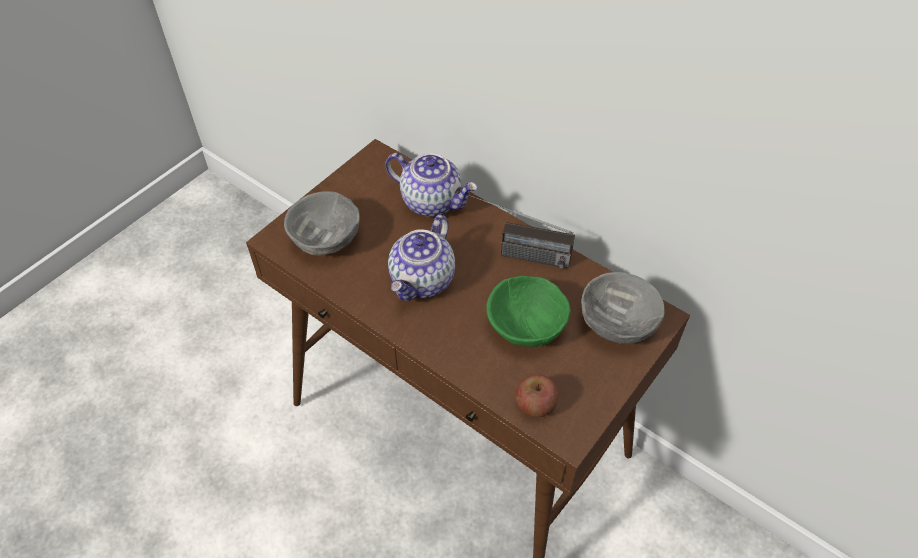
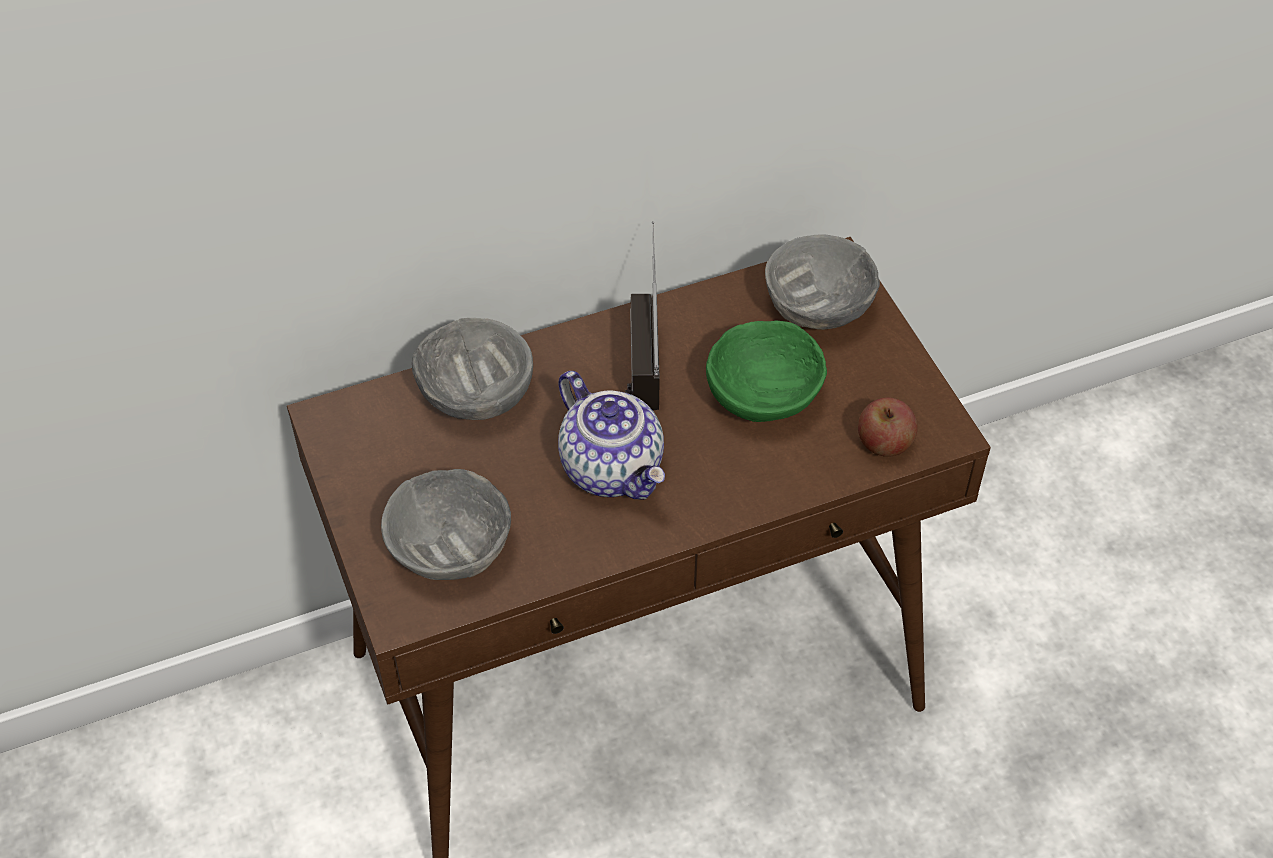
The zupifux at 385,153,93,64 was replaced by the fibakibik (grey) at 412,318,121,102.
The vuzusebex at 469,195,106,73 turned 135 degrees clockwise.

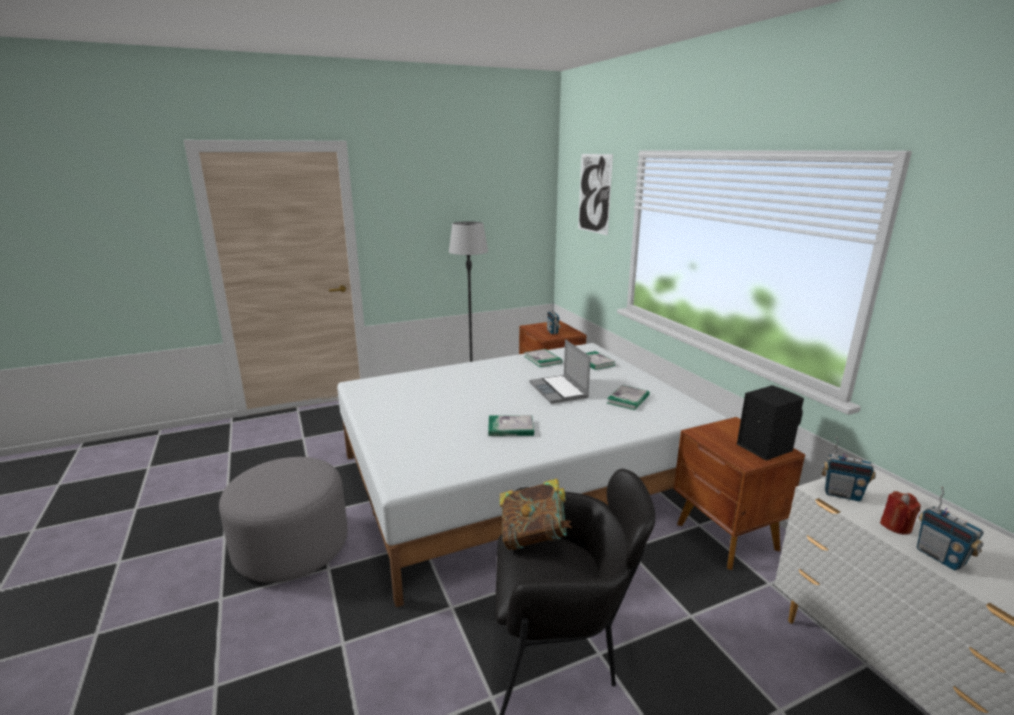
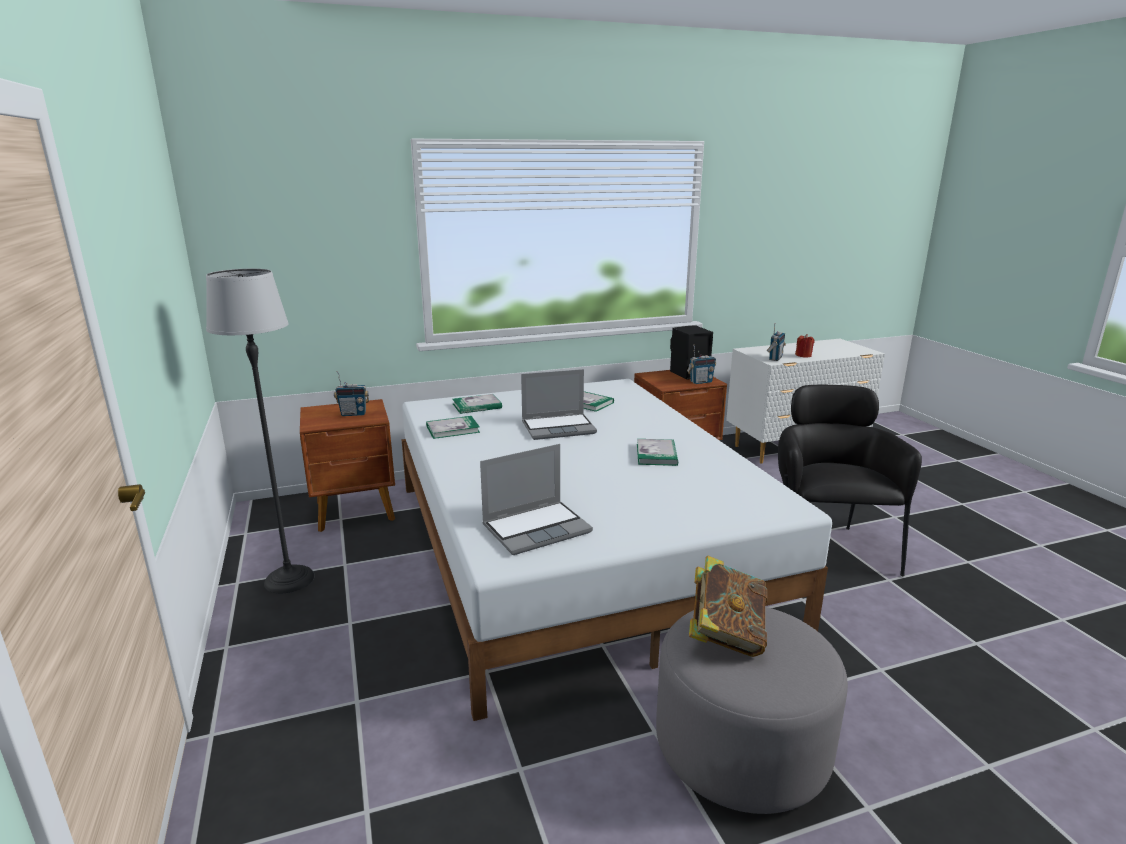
The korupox at 578,154,35,81 disappeared.
The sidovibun at 480,444,113,111 appeared.
The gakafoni moved from 500,478,72,72 to 689,556,78,101.
The vuzusebex moved from 917,487,67,83 to 687,345,29,39.

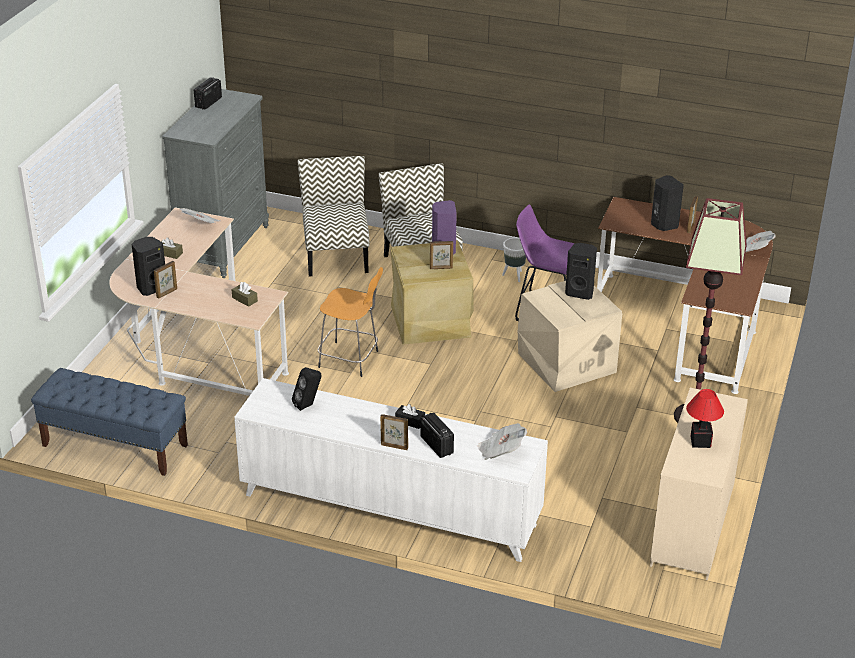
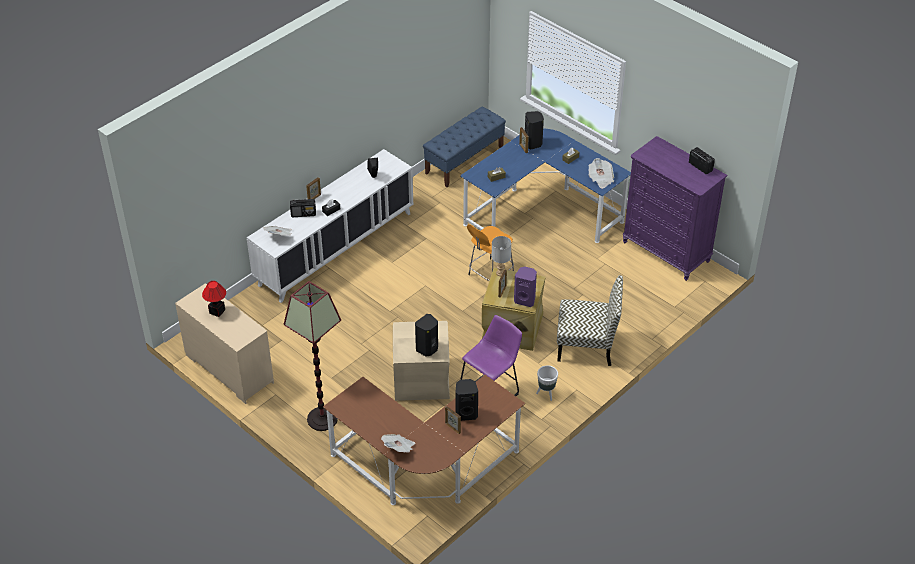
The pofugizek at 298,156,71,121 disappeared.
The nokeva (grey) at 492,236,19,40 appeared.
The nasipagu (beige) at 109,208,180,188 became the nasipagu (blue) at 460,129,171,114.
The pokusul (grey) at 162,89,107,189 became the pokusul (purple) at 623,136,104,145.

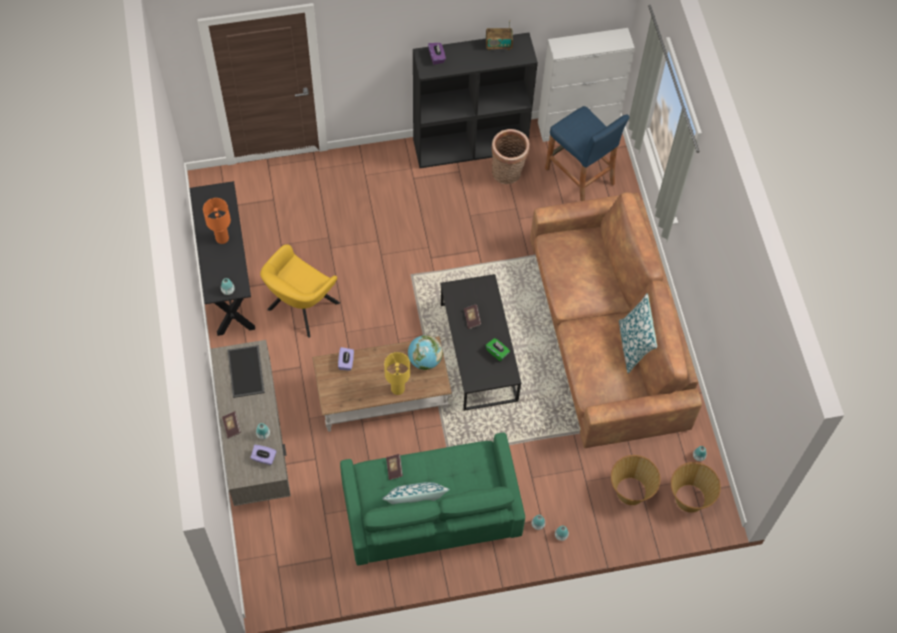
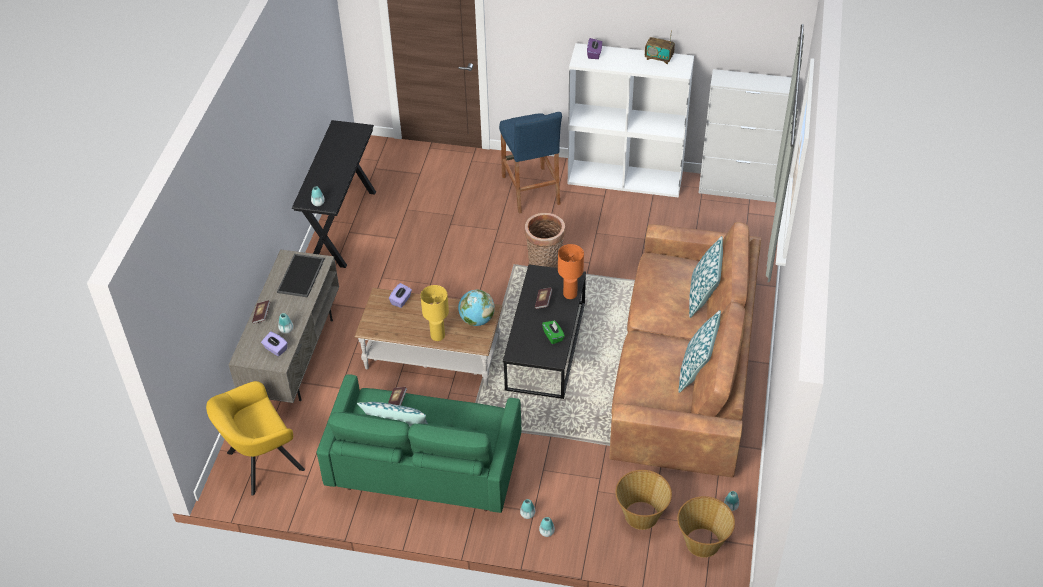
The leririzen at 689,236,34,82 appeared.
The nokeva (orange) moved from 203,198,28,46 to 558,244,26,55.
The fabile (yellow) moved from 260,244,80,94 to 206,381,99,115.
The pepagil moved from 491,129,39,55 to 525,213,40,55.
The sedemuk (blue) moved from 545,106,84,95 to 499,112,63,102.
The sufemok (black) at 413,32,125,136 became the sufemok (white) at 568,43,126,155.

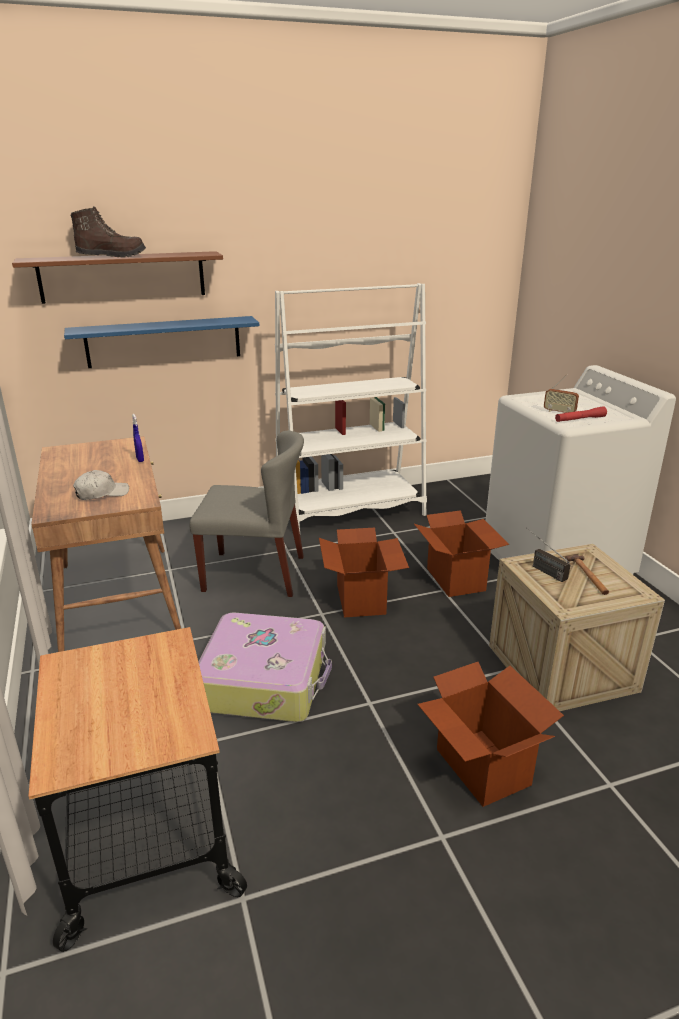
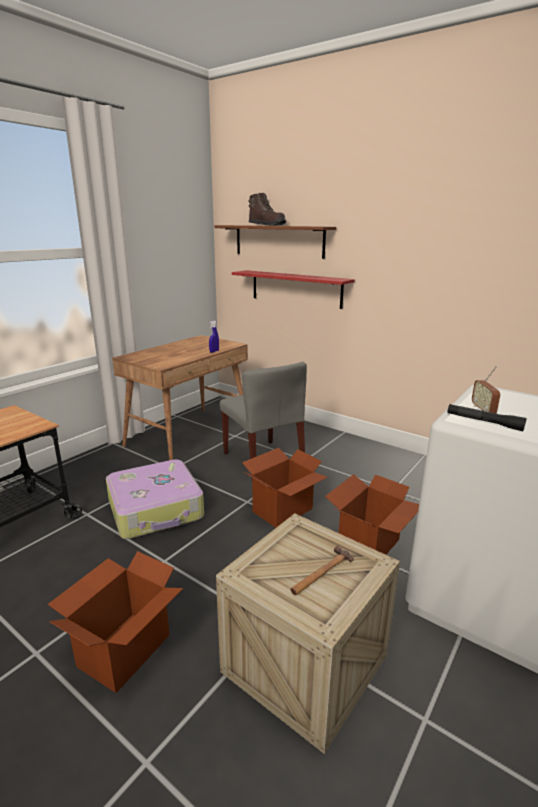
The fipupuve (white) at 73,470,56,30 disappeared.
The sufemok (white) at 275,283,152,249 disappeared.
The vuzusebex at 526,528,45,54 disappeared.
The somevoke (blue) at 64,316,195,52 became the somevoke (red) at 232,270,122,39.
The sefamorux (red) at 555,406,52,16 became the sefamorux (black) at 447,404,80,27.

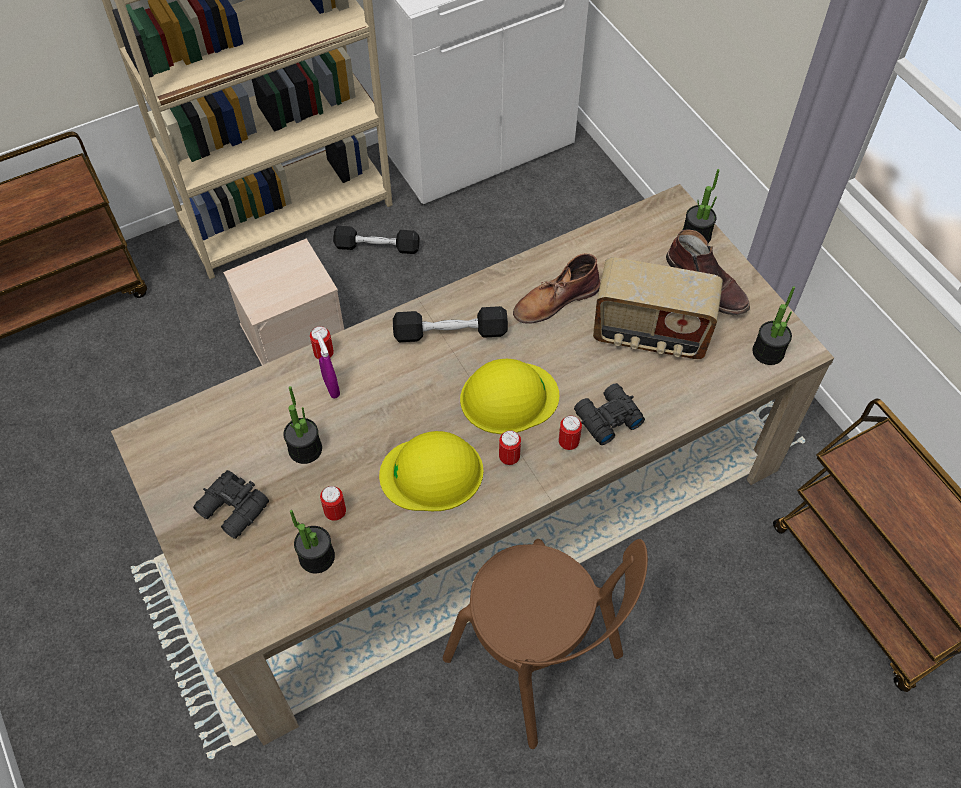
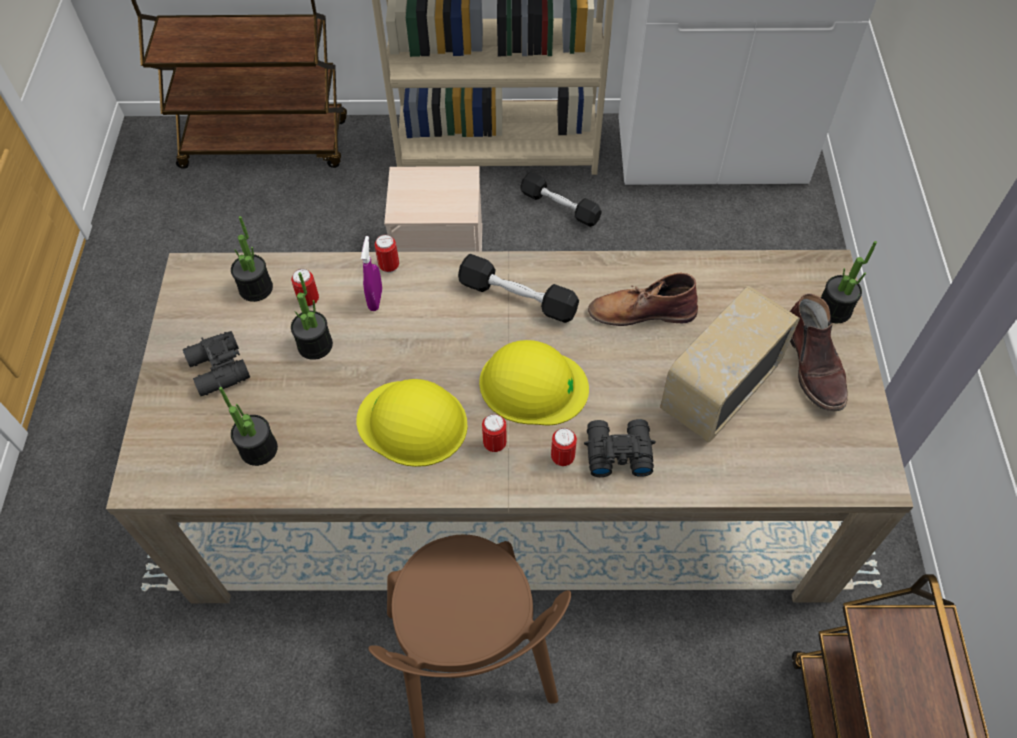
The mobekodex moved from 320,486,26,35 to 291,269,28,38.
The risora moved from 752,286,43,79 to 231,216,42,86.
The vuzusebex at 593,257,130,102 turned 90 degrees clockwise.

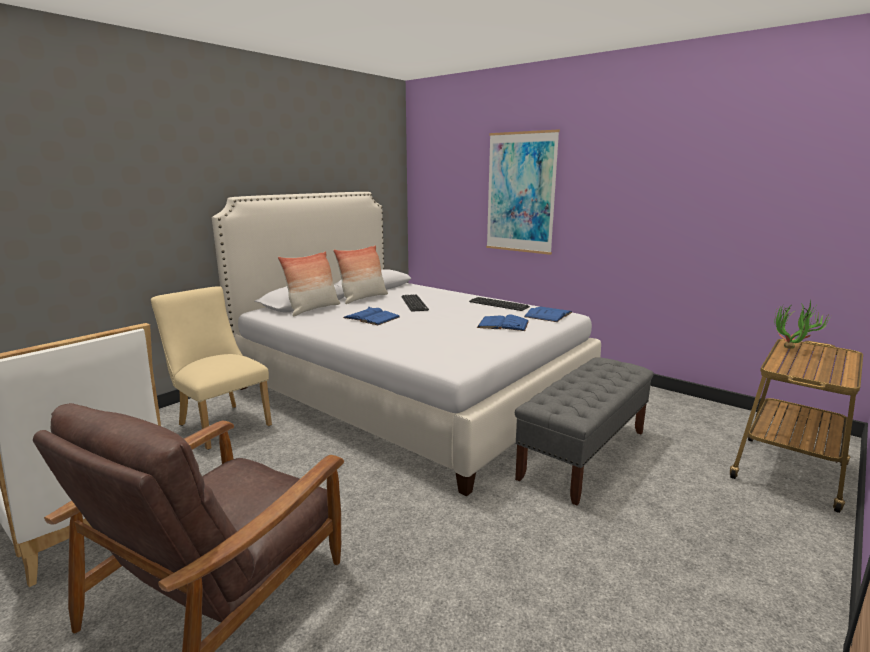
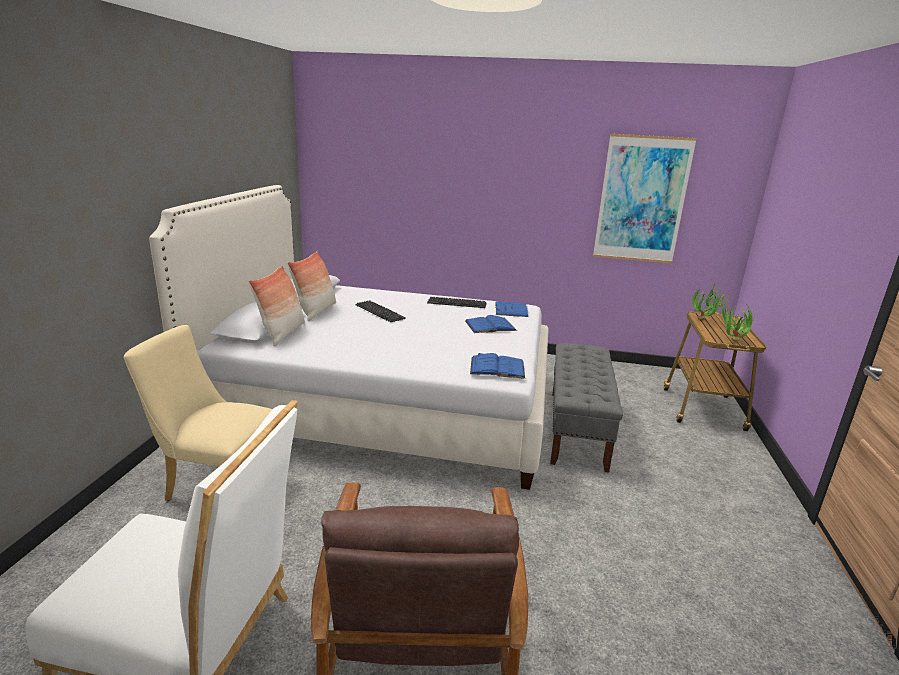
The risora at 719,303,35,39 appeared.
The gakafoni (blue) moved from 343,307,57,18 to 470,353,55,26.
The korupox moved from 486,130,74,125 to 593,134,104,129.

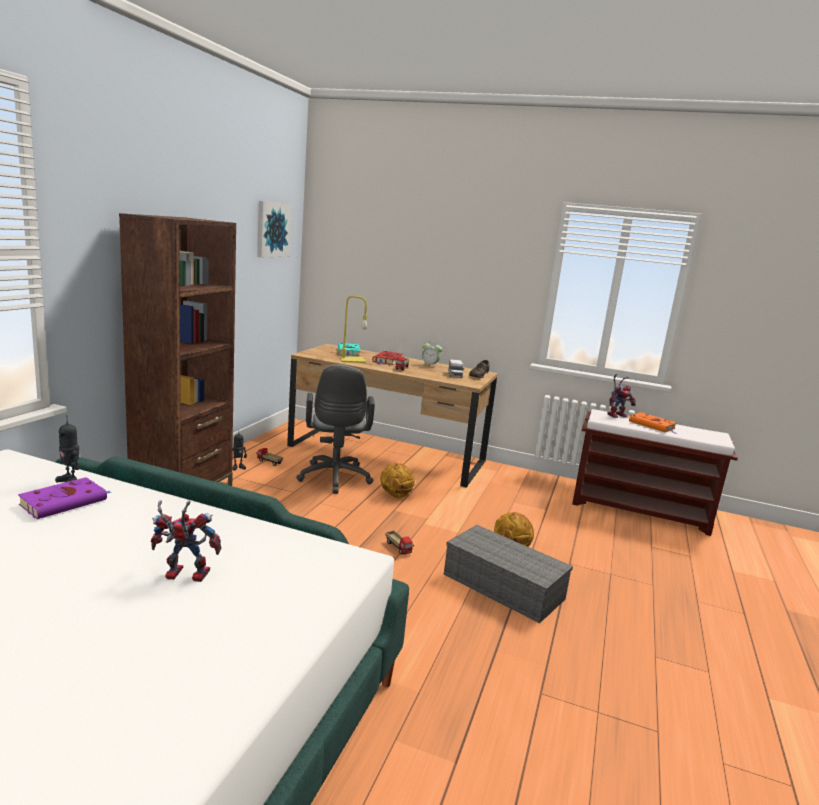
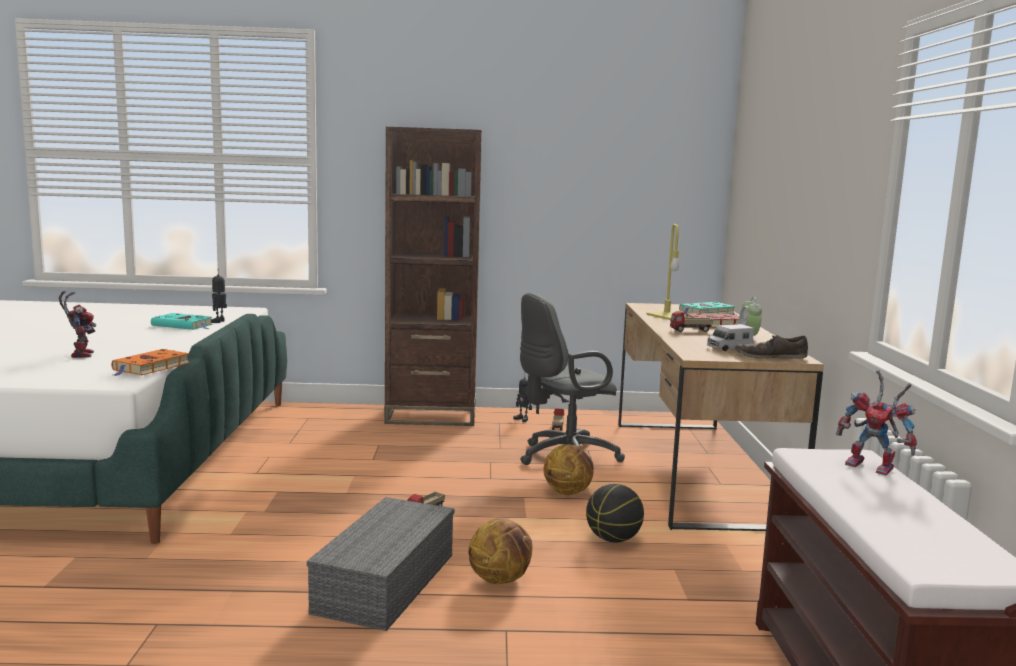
The korupox at 257,201,34,56 disappeared.
The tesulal at 586,484,58,58 appeared.
The gakafoni (orange) moved from 629,412,47,22 to 111,349,79,27.
The gakafoni (purple) at 18,477,93,42 became the gakafoni (turquoise) at 151,313,62,17.

